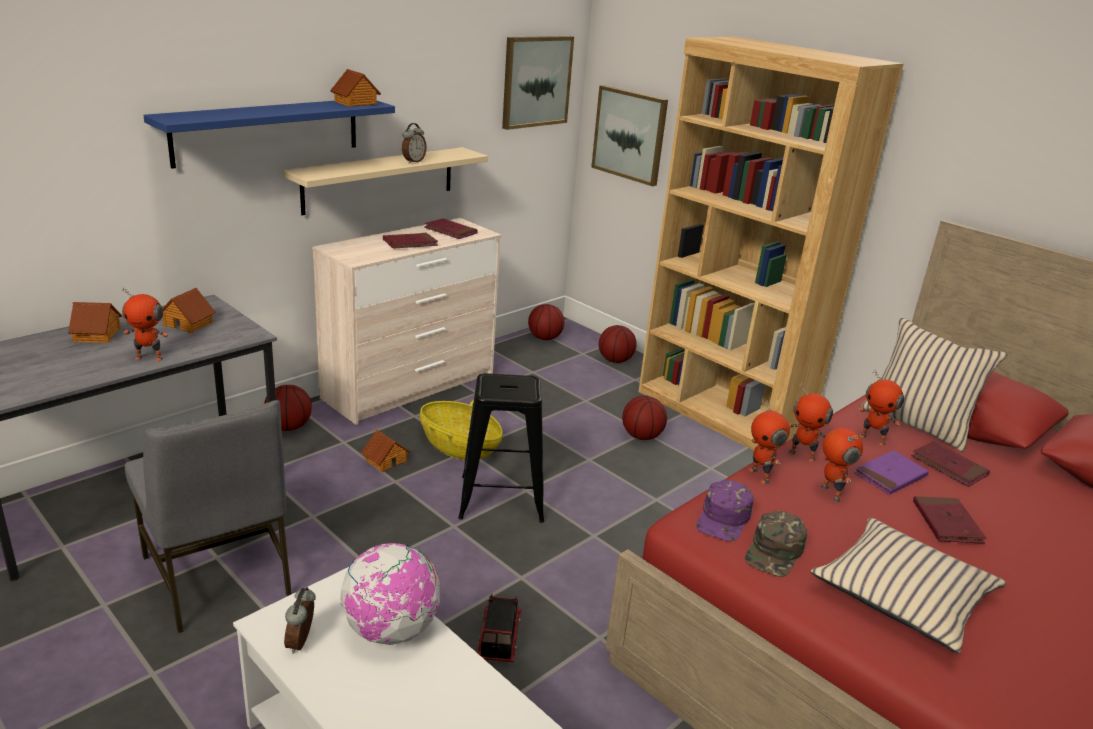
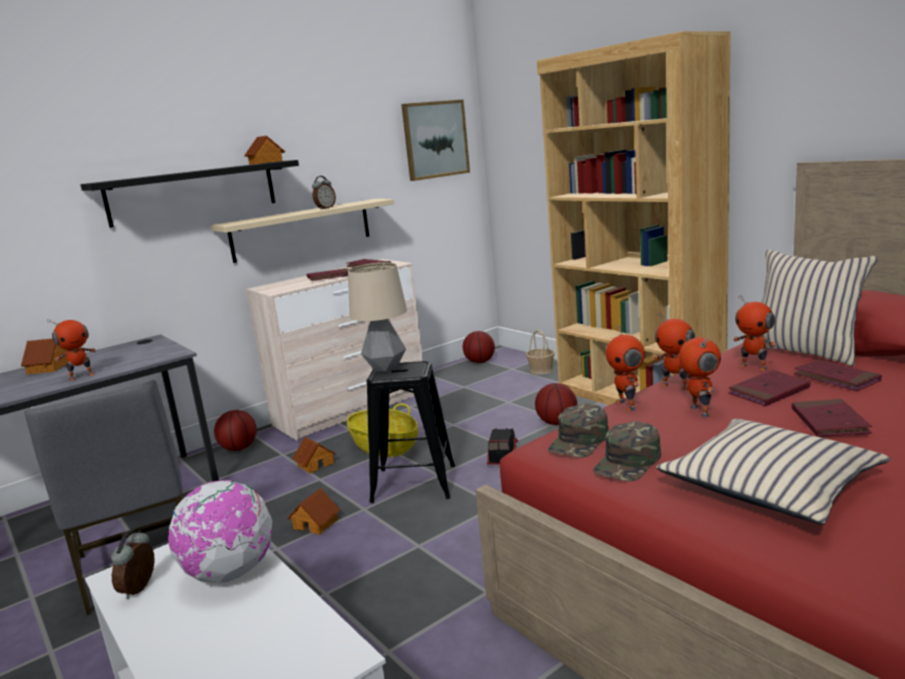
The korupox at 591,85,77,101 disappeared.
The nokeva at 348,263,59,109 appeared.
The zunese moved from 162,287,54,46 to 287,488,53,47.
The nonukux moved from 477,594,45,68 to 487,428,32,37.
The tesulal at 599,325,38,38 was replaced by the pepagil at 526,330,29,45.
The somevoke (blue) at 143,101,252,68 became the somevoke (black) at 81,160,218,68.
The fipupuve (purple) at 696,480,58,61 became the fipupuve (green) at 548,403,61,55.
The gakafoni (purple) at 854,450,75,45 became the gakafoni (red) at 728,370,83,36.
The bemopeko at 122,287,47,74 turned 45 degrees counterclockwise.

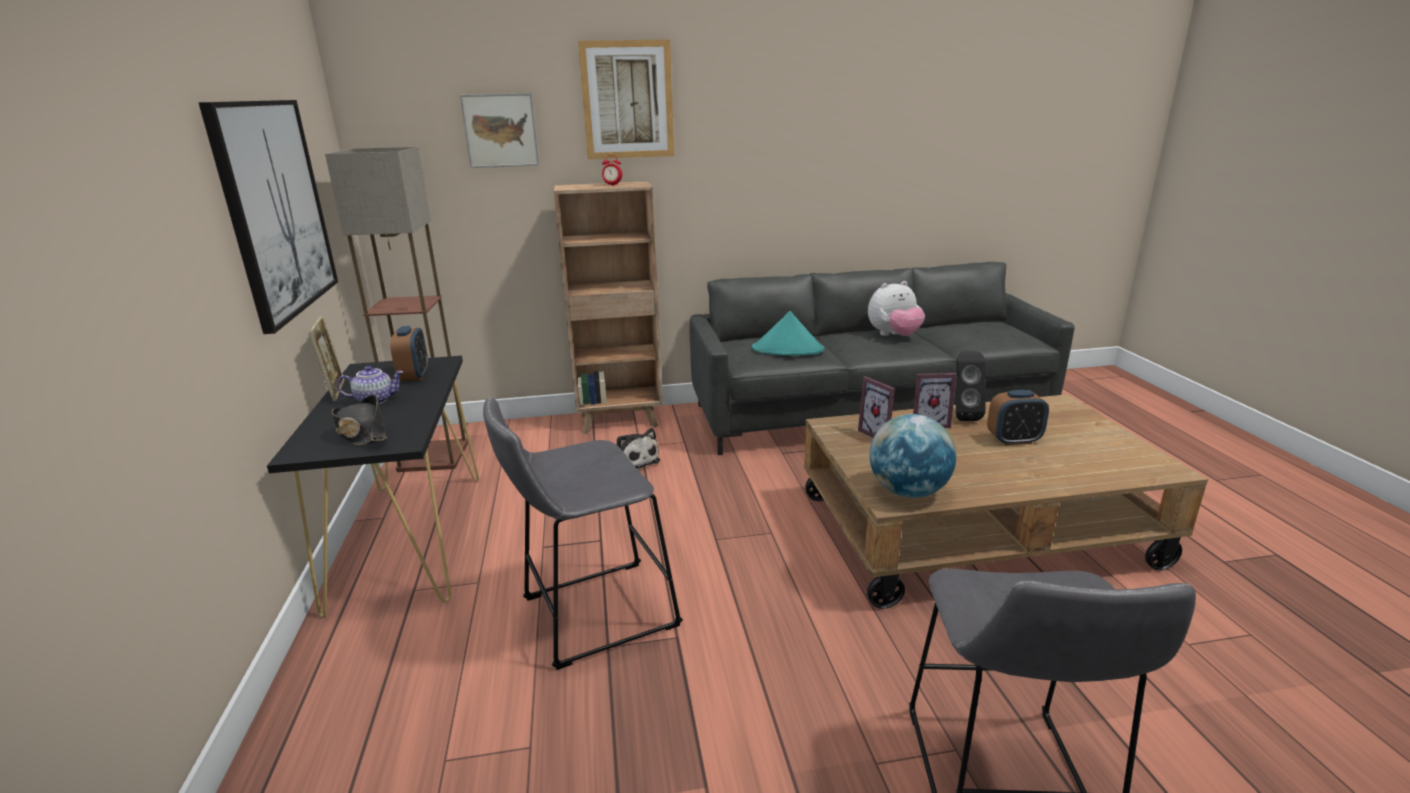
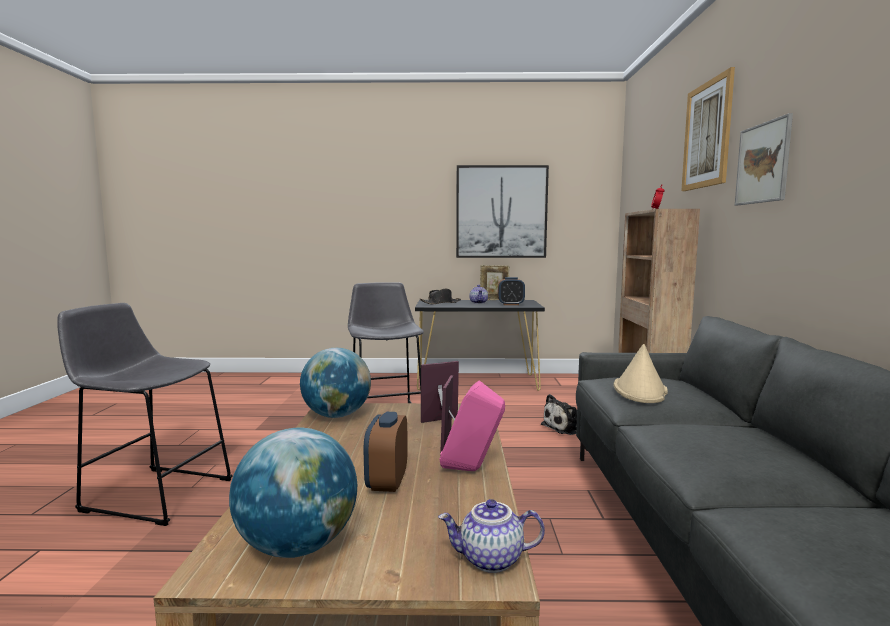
The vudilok at 325,147,143,325 disappeared.
The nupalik at 868,281,57,55 disappeared.
The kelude at 229,428,128,130 appeared.
The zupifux at 438,499,107,74 appeared.
The korupox moved from 460,93,79,75 to 735,113,58,92.
The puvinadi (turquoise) at 752,311,72,44 became the puvinadi (beige) at 613,344,55,59.
The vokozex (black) at 956,351,30,70 became the vokozex (pink) at 440,380,65,91.

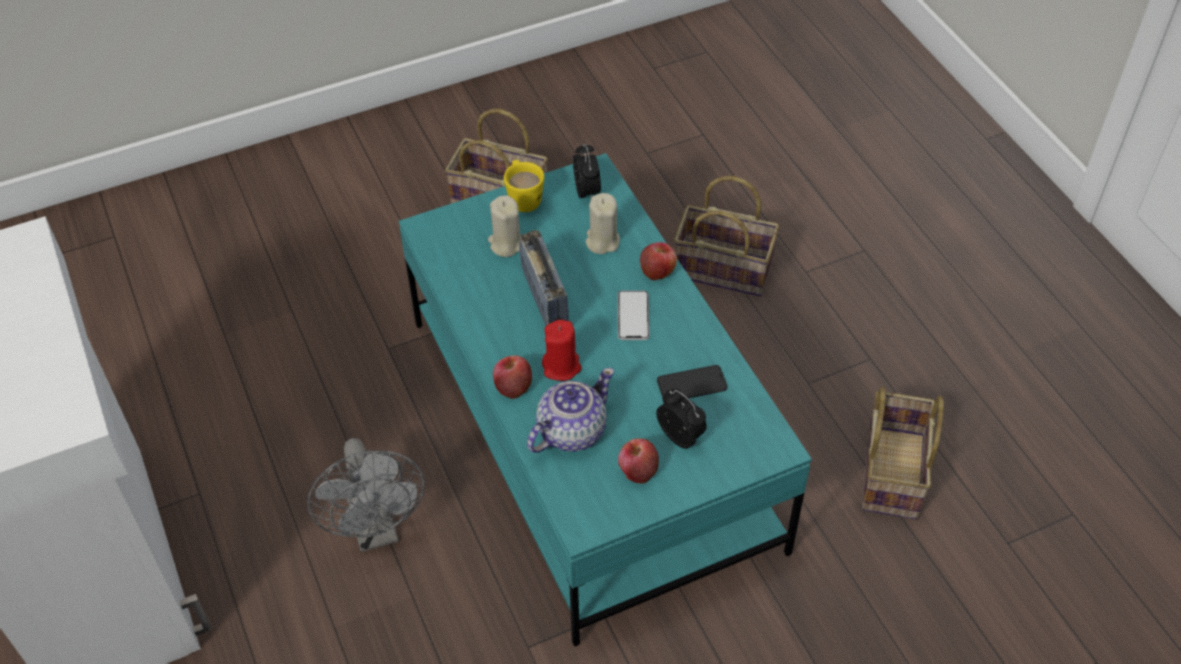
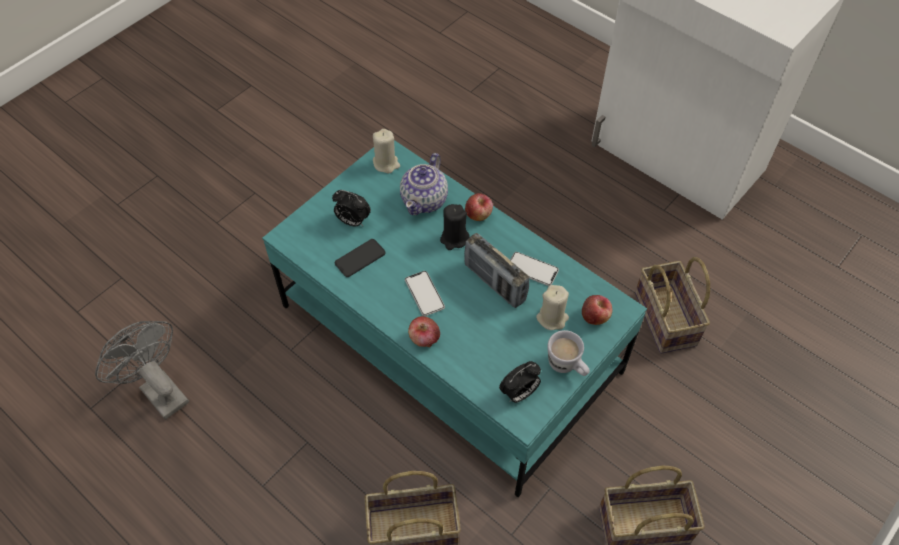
The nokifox at 510,252,49,34 appeared.
The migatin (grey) moved from 307,438,118,114 to 95,321,94,99.
The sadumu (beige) moved from 586,193,34,61 to 373,129,27,44.
The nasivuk moved from 618,438,41,46 to 582,295,31,30.
The pepagil moved from 861,387,83,132 to 635,257,75,97.
The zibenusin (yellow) at 504,160,40,52 became the zibenusin (white) at 547,330,43,46.
The sadumu (red) at 542,320,40,61 became the sadumu (black) at 440,204,30,46.
The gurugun at 573,143,28,55 turned 90 degrees counterclockwise.

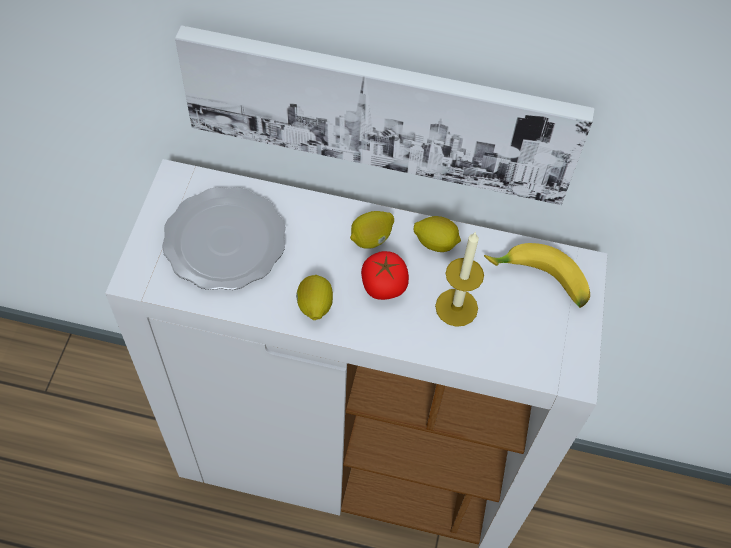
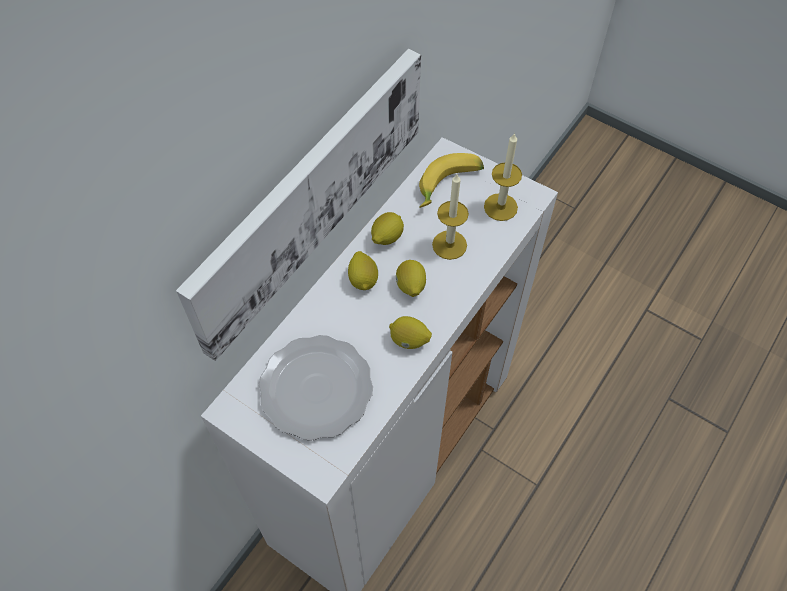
The sadumu at 484,133,38,88 appeared.
The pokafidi at 361,251,48,49 was replaced by the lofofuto at 396,260,30,37.

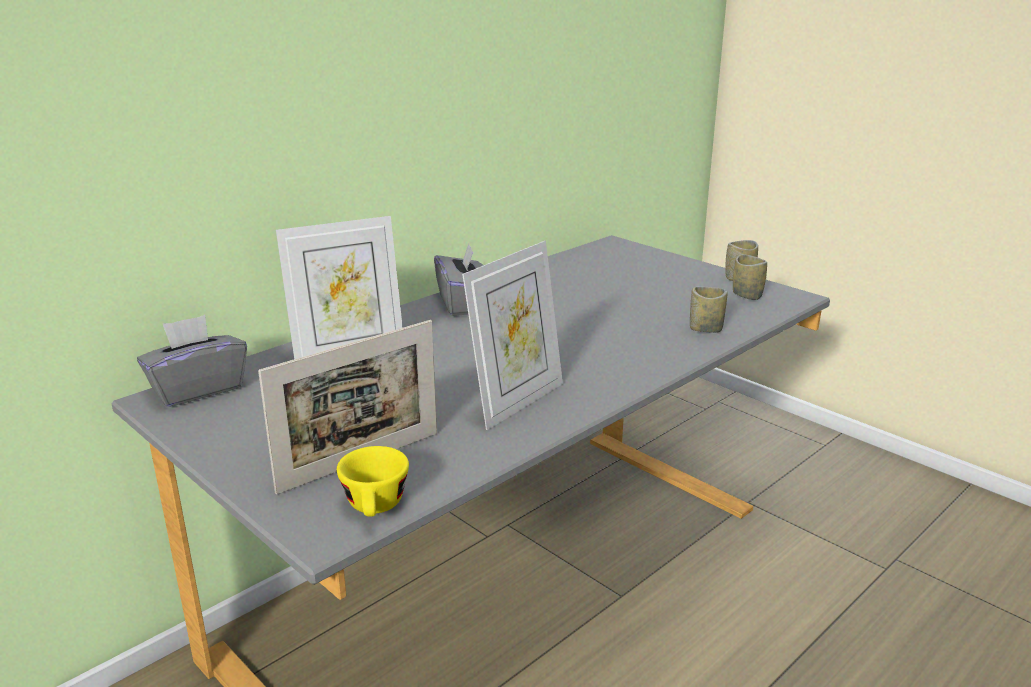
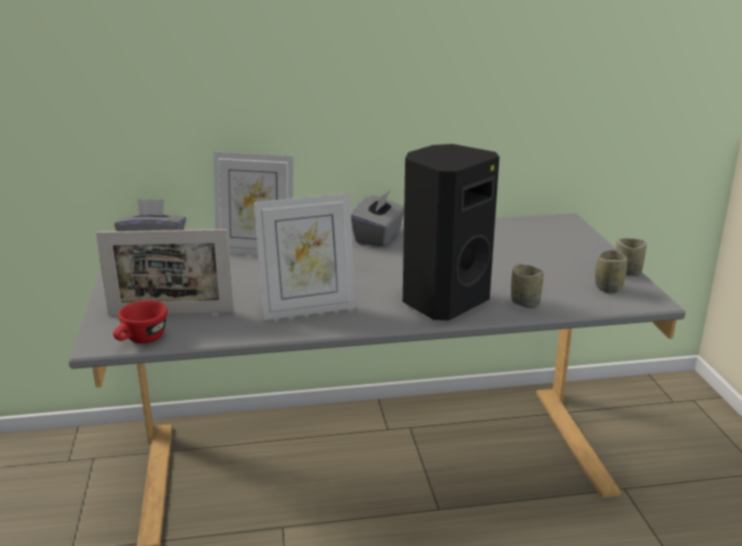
The vokozex (black) at 403,144,96,176 appeared.
The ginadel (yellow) at 337,446,72,71 became the ginadel (red) at 113,300,54,44.

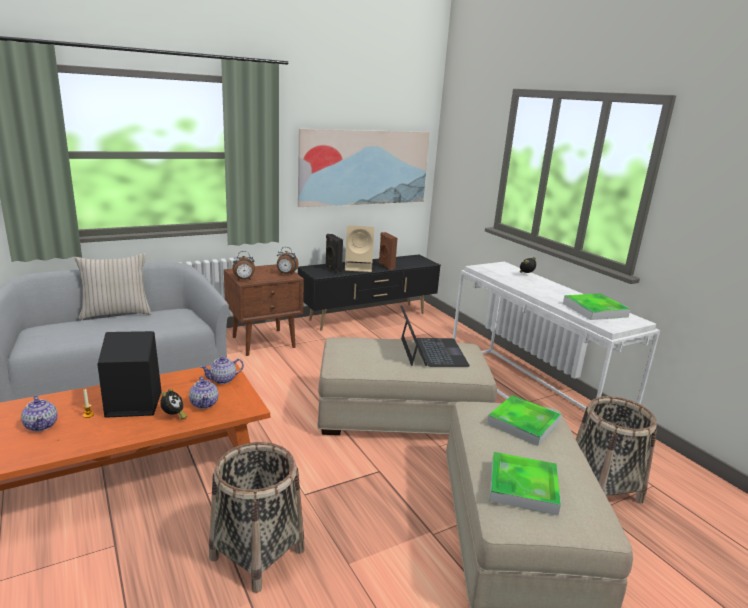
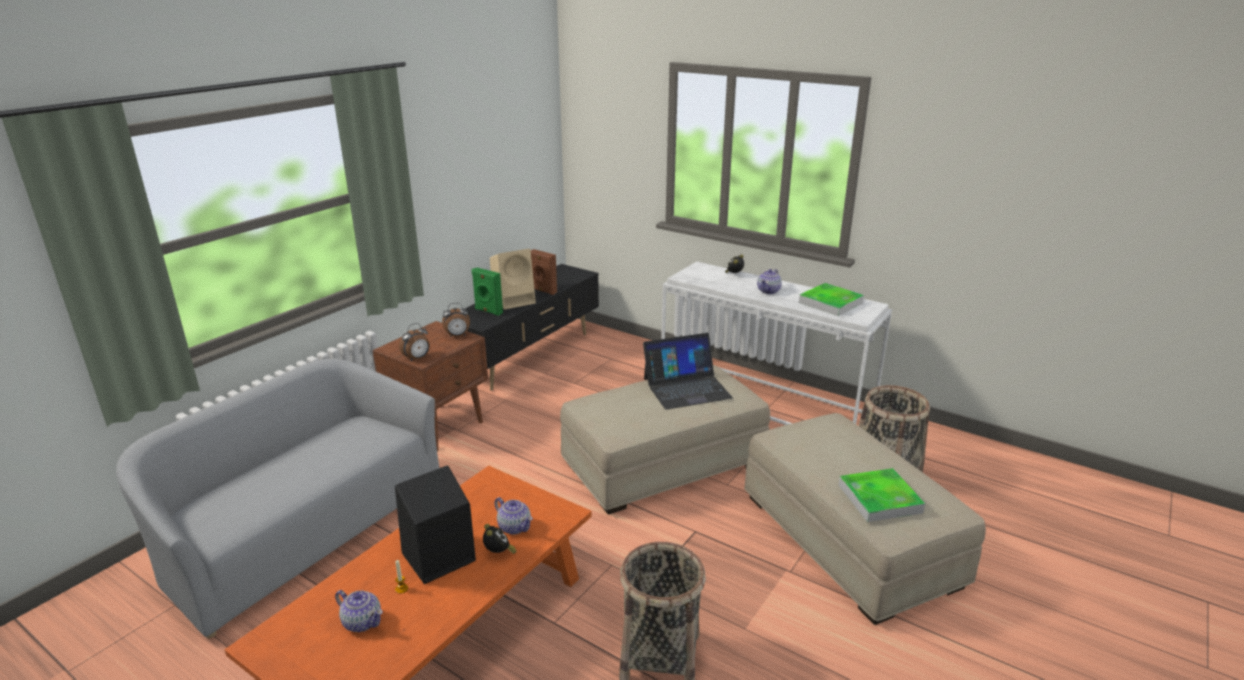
The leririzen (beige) at 74,253,77,67 disappeared.
The korupox at 298,129,132,78 disappeared.
The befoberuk at 487,395,74,51 disappeared.
The zupifux moved from 201,357,43,27 to 757,269,25,25.
The vokozex (black) at 325,234,18,39 became the vokozex (green) at 471,268,32,48.
The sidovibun at 400,306,70,61 turned 105 degrees clockwise.

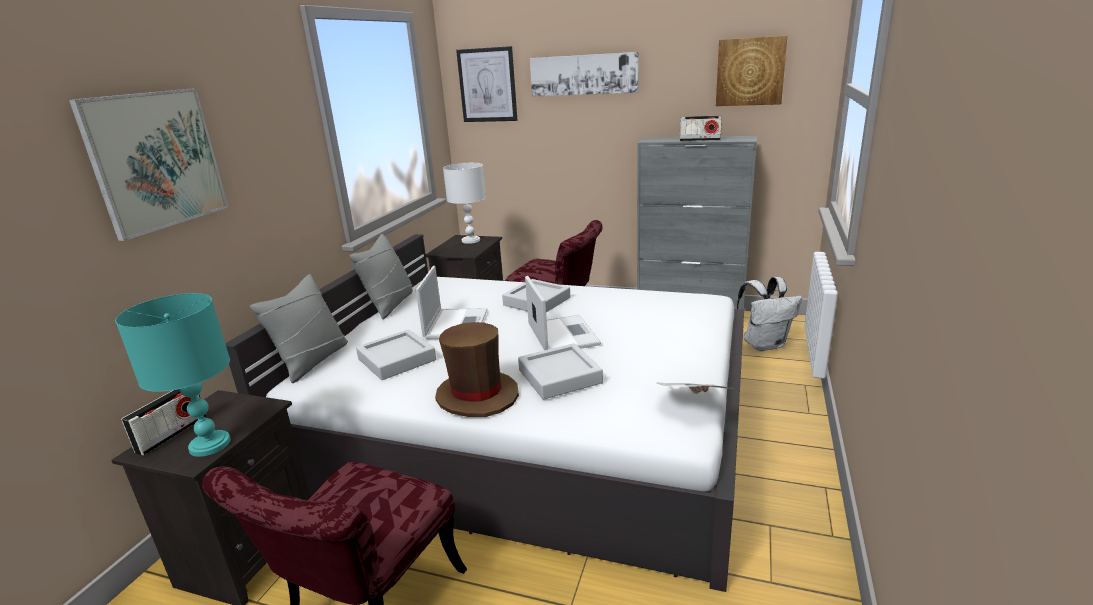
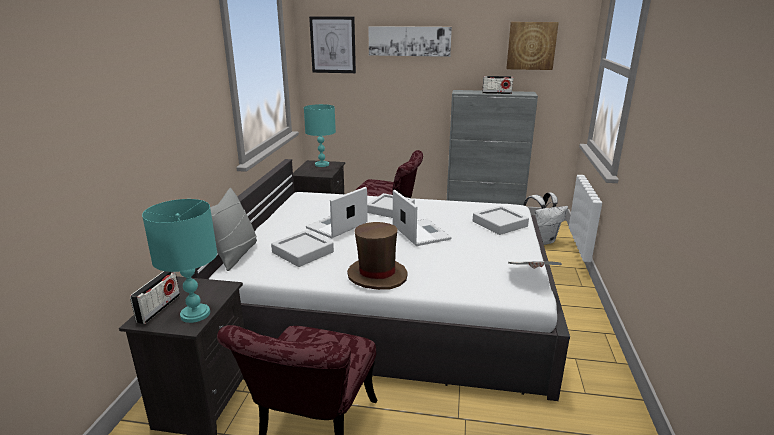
The korupox at 69,88,159,153 disappeared.
The leririzen (grey) at 349,234,64,85 disappeared.
The befoberuk (grey) moved from 518,343,85,57 to 473,206,56,29.
The nokeva (white) at 443,163,43,81 became the nokeva (turquoise) at 304,104,32,63.
The sidovibun at 416,266,71,73 turned 135 degrees counterclockwise.

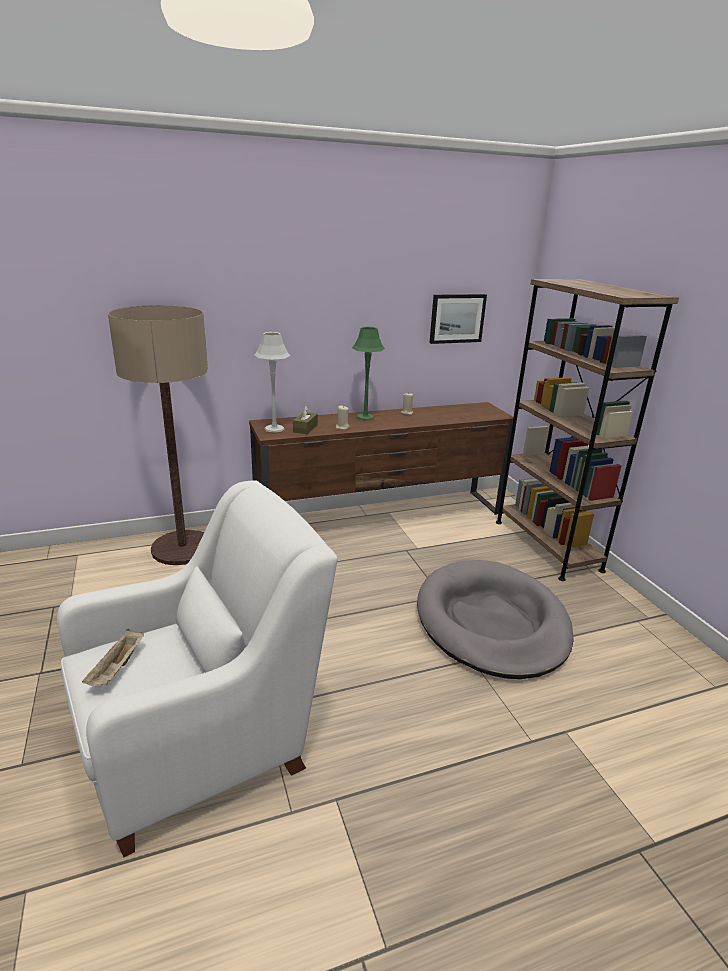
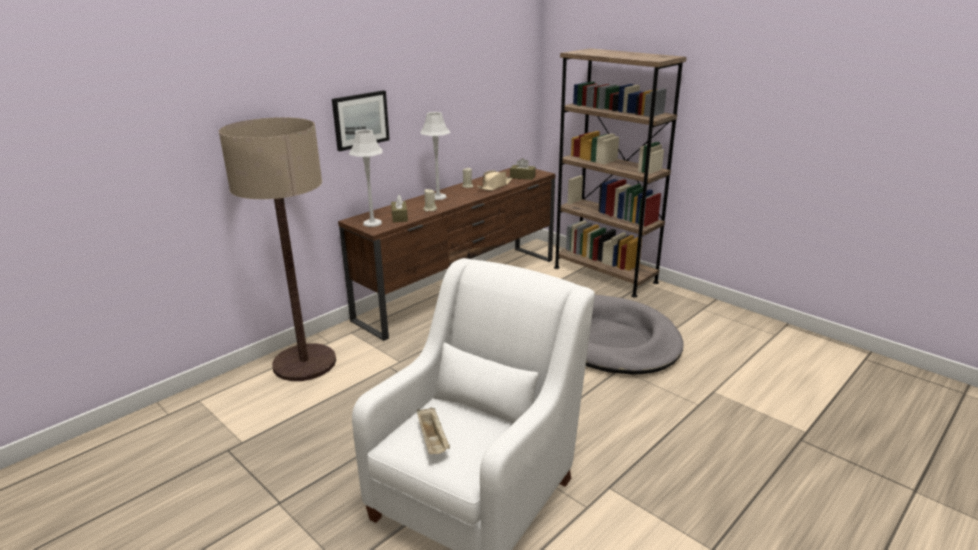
The puvinadi (beige) at 477,170,35,21 appeared.
The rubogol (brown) at 510,158,26,22 appeared.
The korupox moved from 429,294,58,50 to 332,90,58,61.
The nokeva (green) at 352,326,33,95 became the nokeva (grey) at 420,112,30,88.

